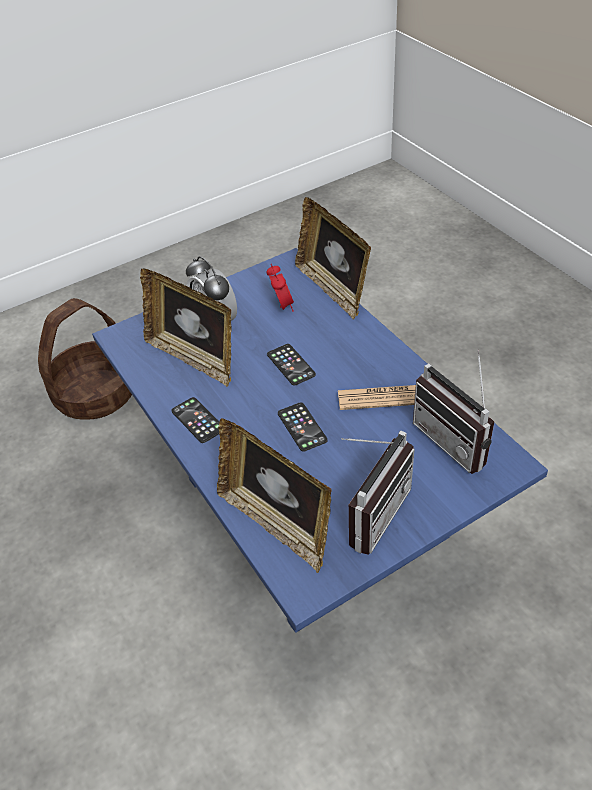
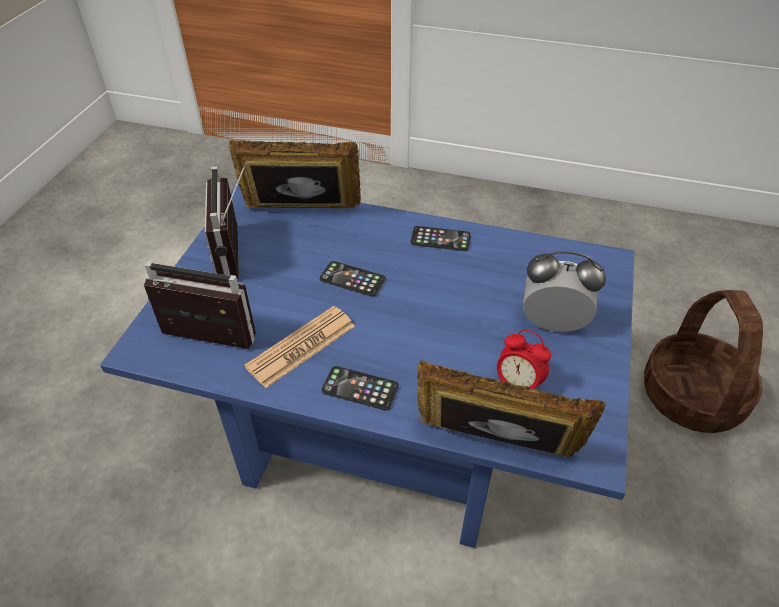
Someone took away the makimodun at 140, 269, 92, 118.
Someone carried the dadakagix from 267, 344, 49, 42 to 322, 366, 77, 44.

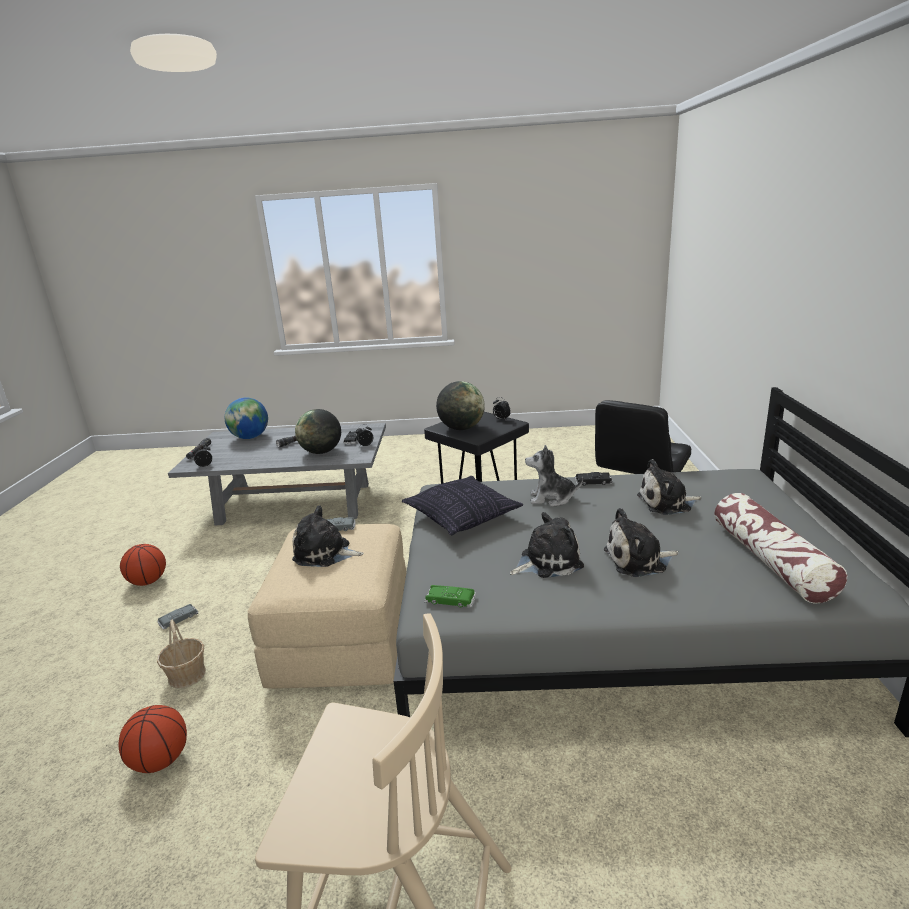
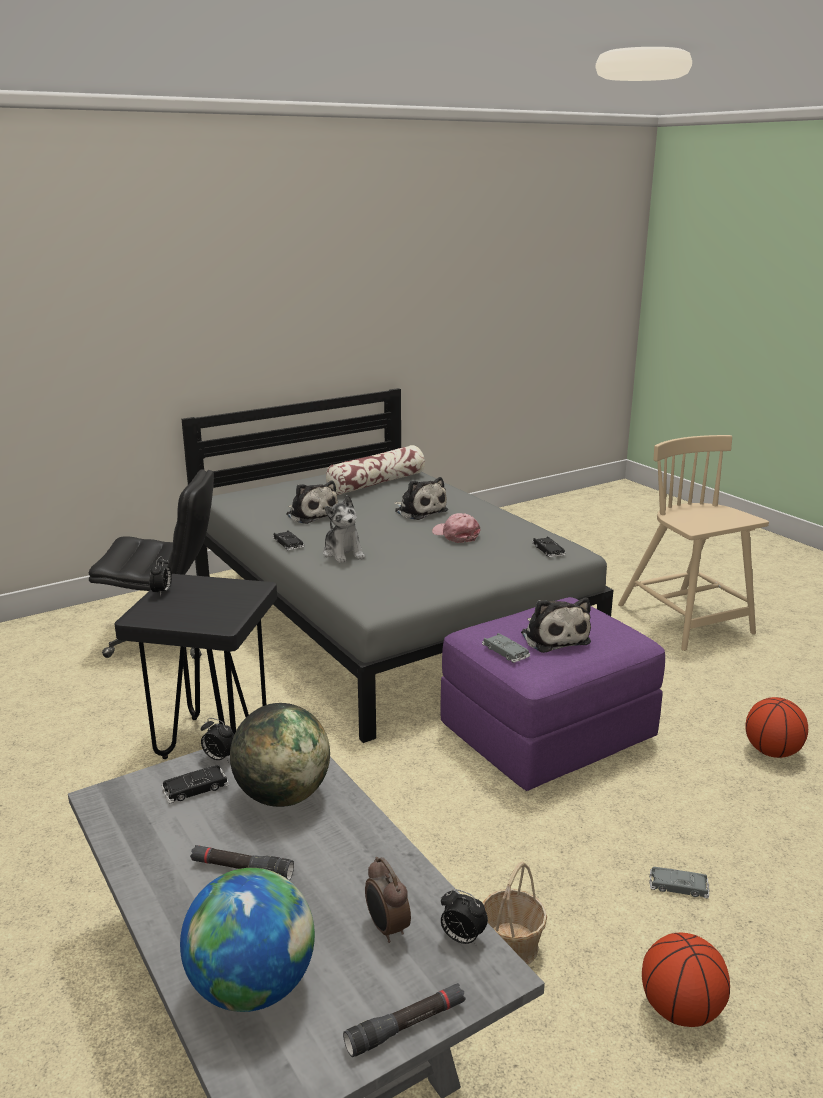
Someone took away the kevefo at 402, 476, 121, 59.
Someone took away the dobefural at 436, 381, 49, 49.
Someone put down the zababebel at 365, 857, 46, 86.
Someone carried the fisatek from 157, 619, 49, 69 to 482, 862, 65, 103.
Someone swapped the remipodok at 510, 512, 74, 66 for the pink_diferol at 432, 513, 48, 30.
Someone repainted the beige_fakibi at 248, 524, 158, 165, which became the purple_fakibi at 441, 597, 224, 194.
Someone repainted the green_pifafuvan at 424, 585, 52, 23, which became the black_pifafuvan at 532, 536, 34, 21.

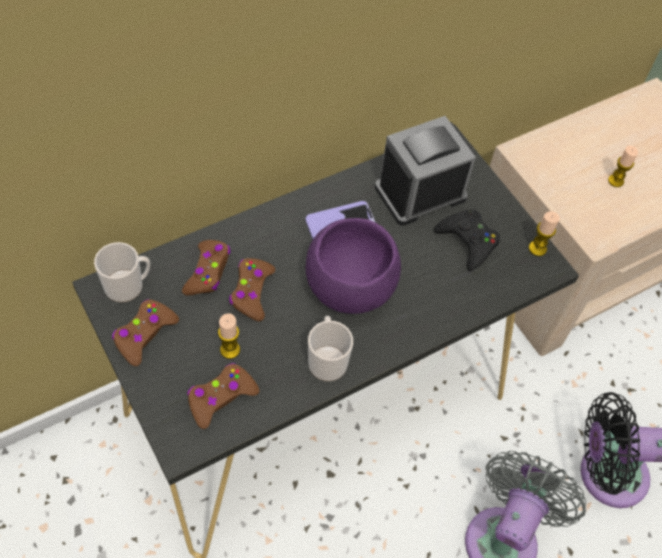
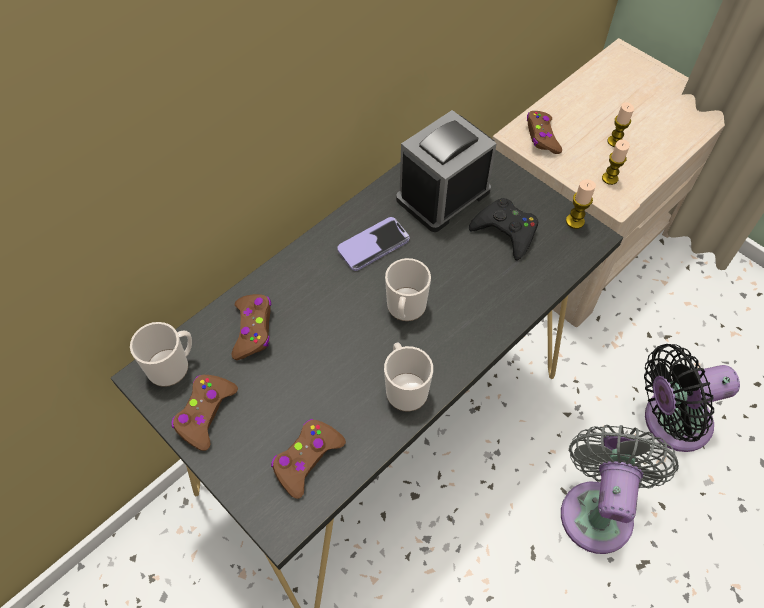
Someone carried the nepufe from 218, 314, 22, 45 to 602, 140, 28, 45.
Someone carried the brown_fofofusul from 229, 258, 46, 63 to 527, 111, 35, 43.
Someone swapped the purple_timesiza at 306, 218, 95, 96 for the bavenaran at 385, 258, 46, 63.

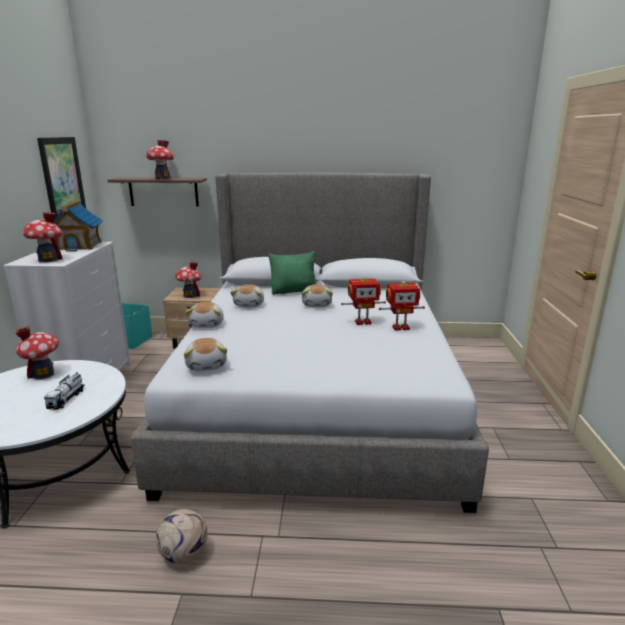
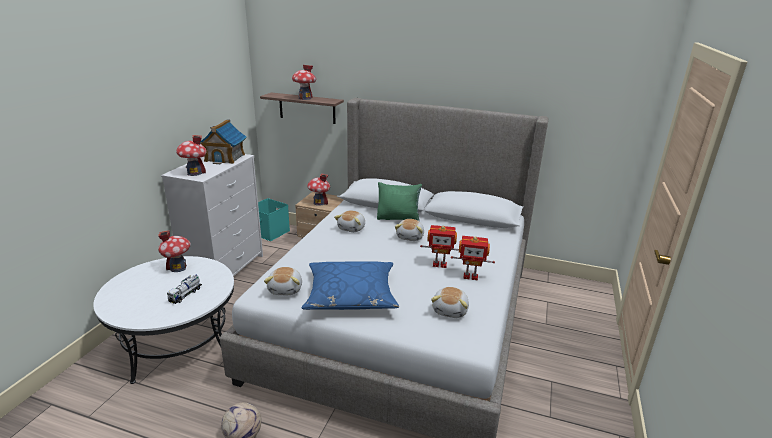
Someone took away the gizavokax at 37, 137, 49, 81.
Someone put down the blue_kevefo at 302, 261, 97, 49.
Someone carried the remipodok from 185, 302, 39, 26 to 431, 287, 38, 31.

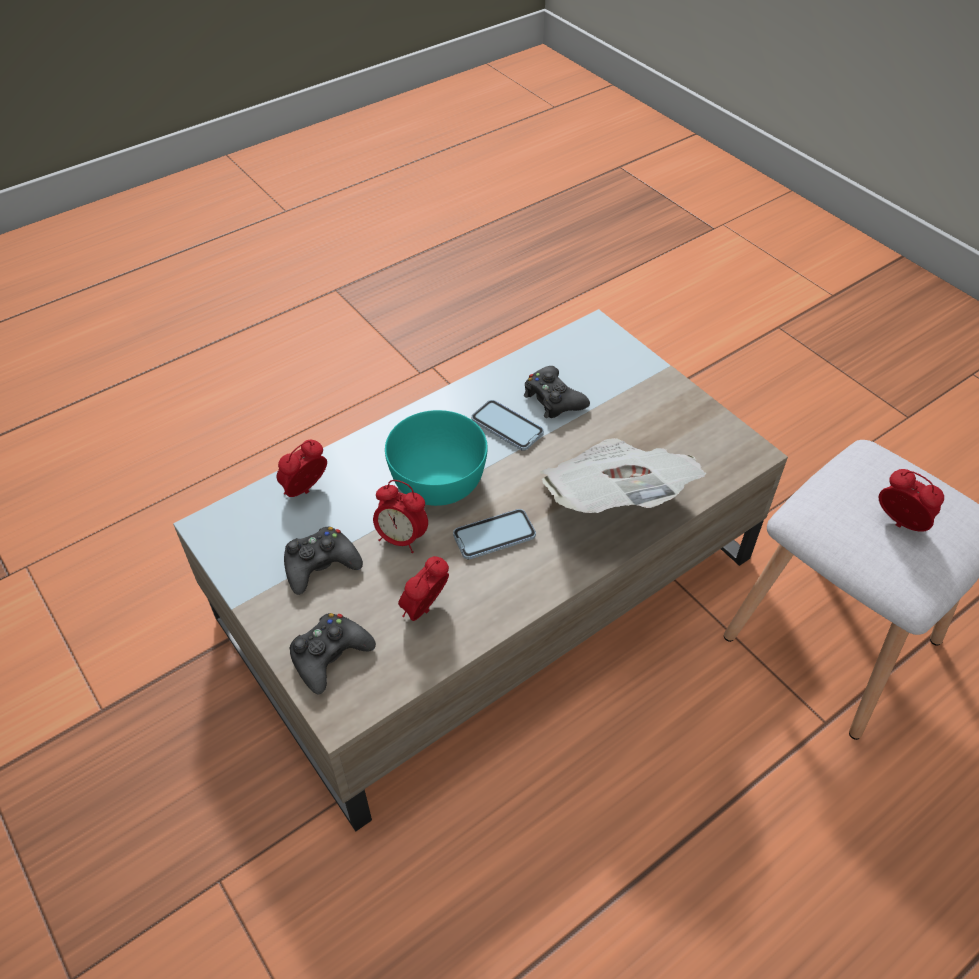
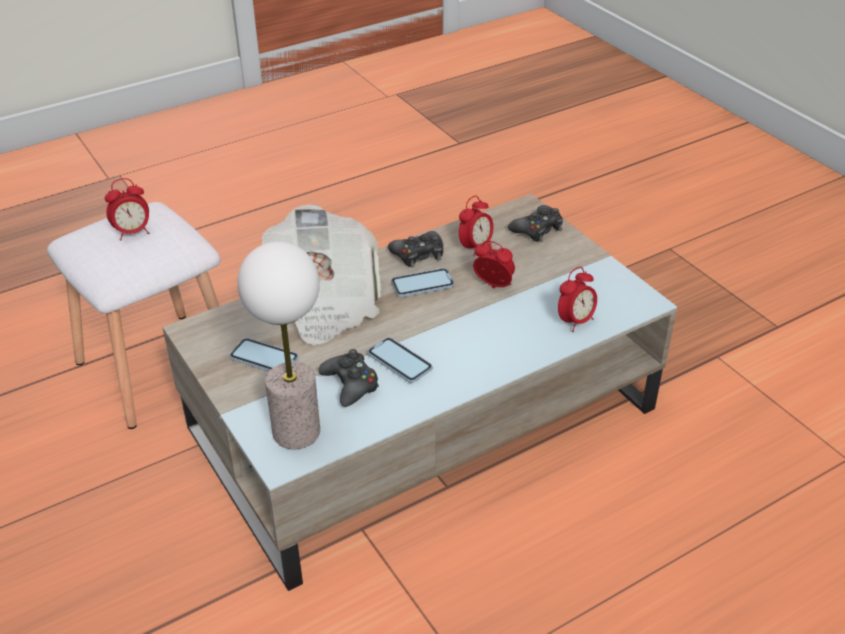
Someone took away the turquoise_timesiza at 385, 410, 103, 96.
Someone put down the dadakagix at 229, 338, 70, 34.
Someone put down the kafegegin at 237, 242, 83, 207.
Someone carried the black_fofofusul from 284, 527, 79, 68 to 388, 231, 55, 37.
Someone rotated the zababebel at 879, 469, 65, 63 by 75 degrees counterclockwise.

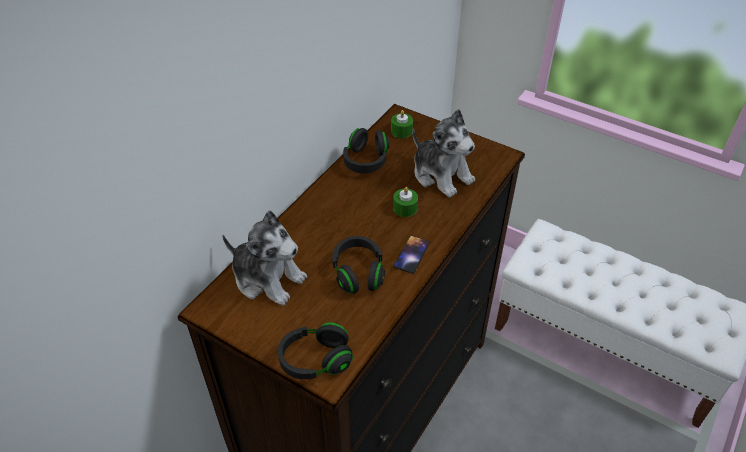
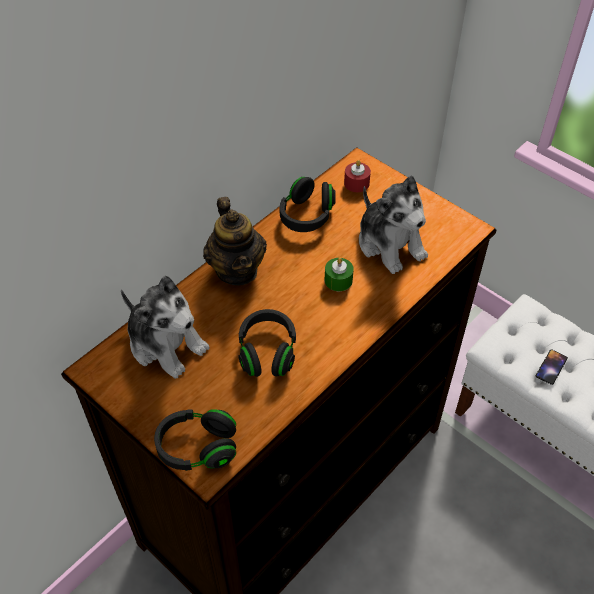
Someone put down the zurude at 203, 197, 64, 89.
Someone carried the dadakagix from 394, 235, 36, 39 to 536, 349, 32, 36.
Someone repainted the green_nepufe at 391, 110, 22, 28, which became the red_nepufe at 344, 160, 27, 32.

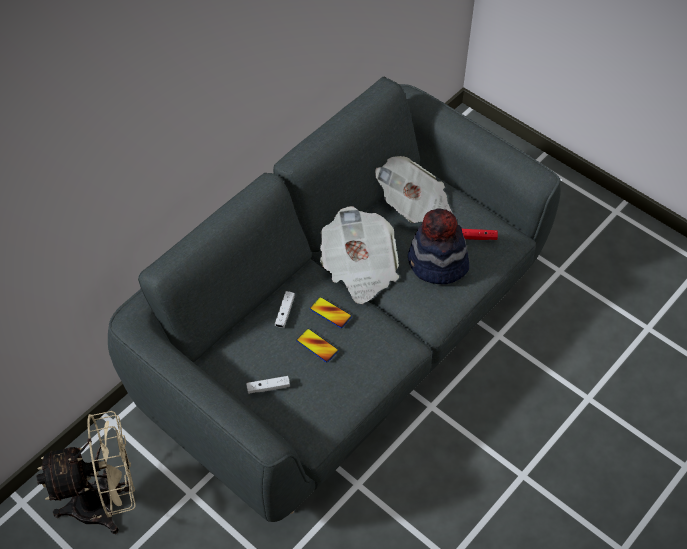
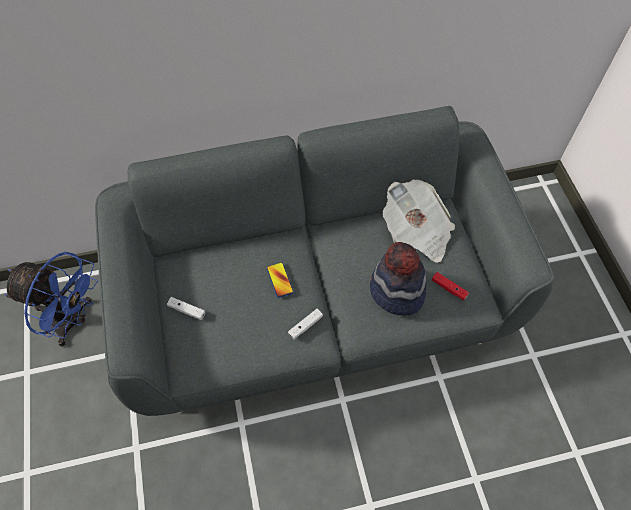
Someone took away the dadakagix at 296, 329, 43, 34.
Someone took away the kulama at 320, 206, 79, 98.
Someone carried the white_fofofusul from 275, 291, 20, 37 to 288, 309, 35, 30.
Someone repainted the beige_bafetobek at 37, 411, 99, 123, which became the blue_bafetobek at 5, 252, 93, 94.

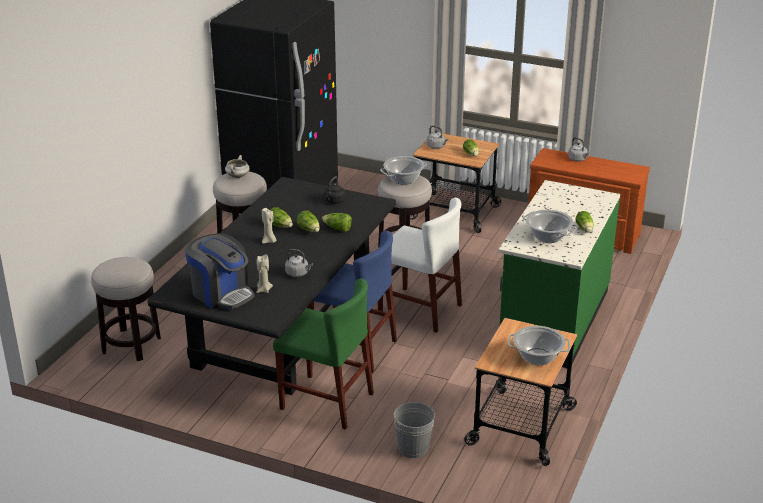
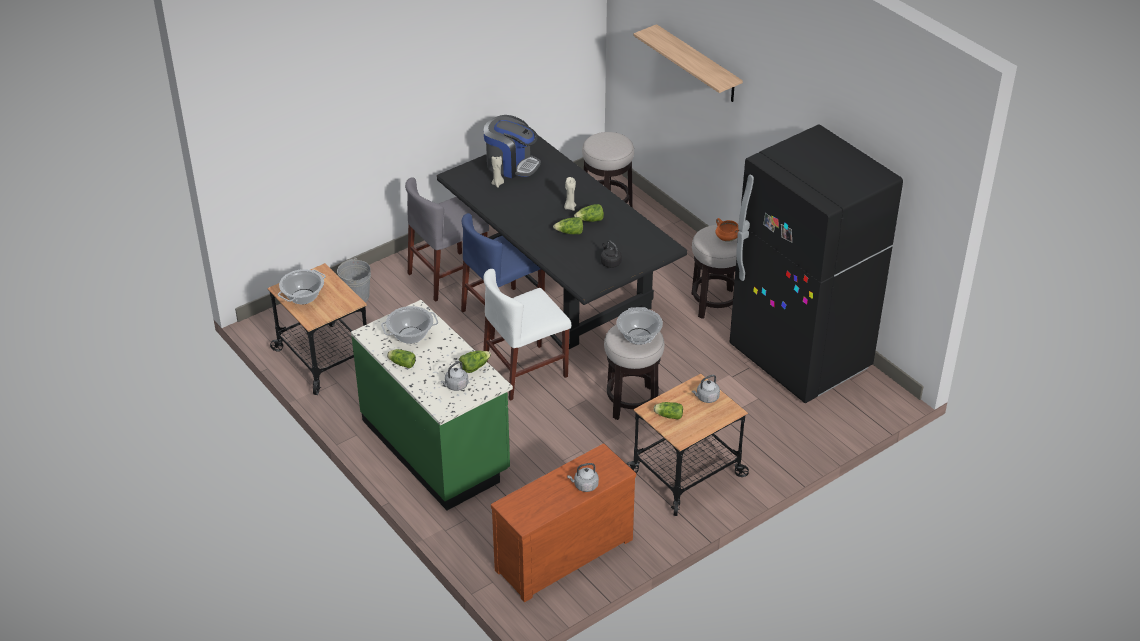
Someone put up the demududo at 633, 24, 110, 78.
Someone carried the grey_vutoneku from 285, 249, 28, 28 to 440, 361, 28, 30.
Someone carried the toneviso from 322, 213, 30, 19 to 459, 351, 32, 22.
Someone repainted the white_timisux at 225, 155, 25, 23, which became the orange_timisux at 715, 218, 24, 24.
Someone repainted the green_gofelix at 273, 278, 101, 152, which became the grey_gofelix at 405, 177, 84, 125.
Someone rotated the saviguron at 185, 233, 69, 76 by 135 degrees counterclockwise.

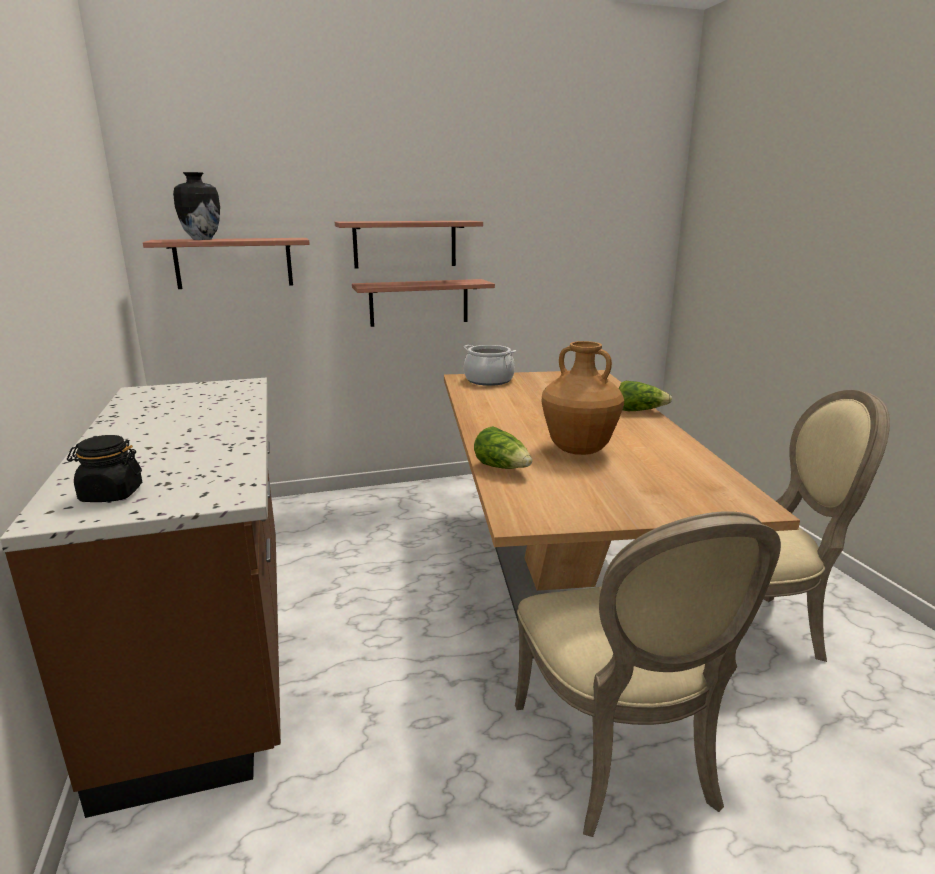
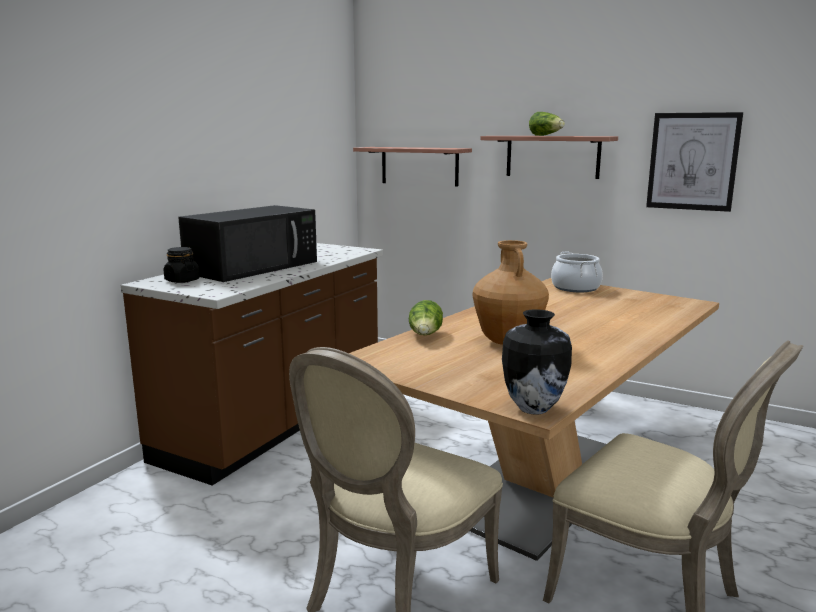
Someone took away the demududo at 352, 279, 143, 48.
Someone put down the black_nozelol at 178, 205, 139, 77.
Someone put up the gizavokax at 646, 112, 97, 100.
Someone carried the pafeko from 173, 172, 47, 68 to 502, 309, 70, 106.
Someone carried the toneviso from 619, 380, 53, 31 to 529, 112, 36, 24.

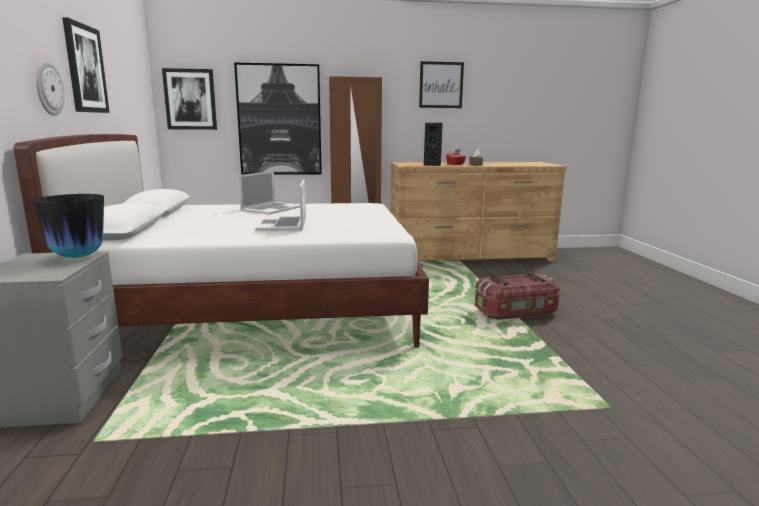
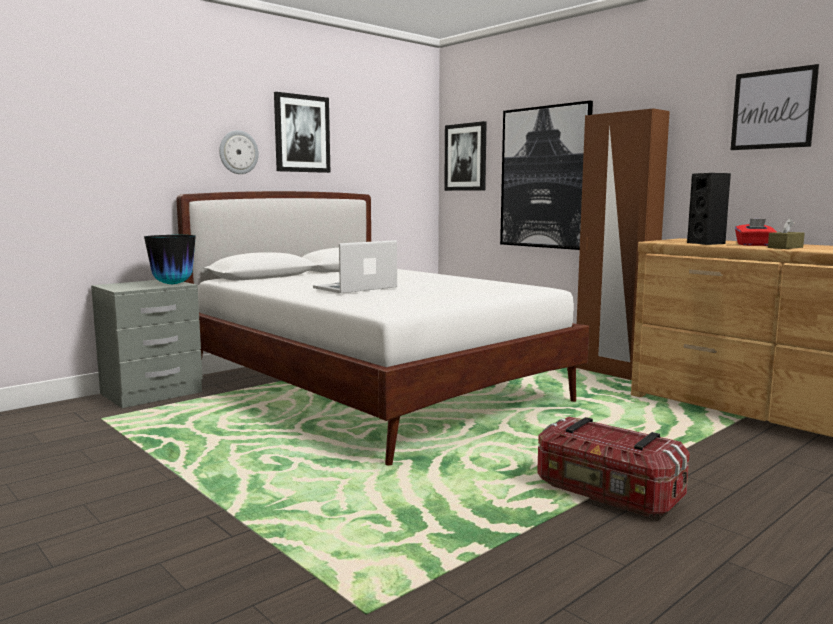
Someone took away the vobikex at 238, 171, 62, 43.

